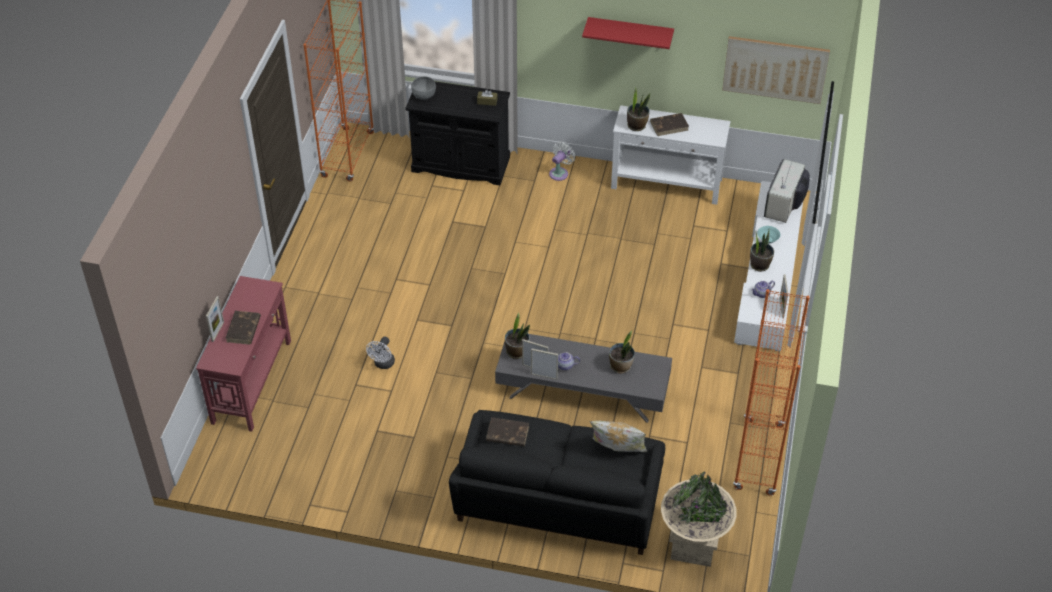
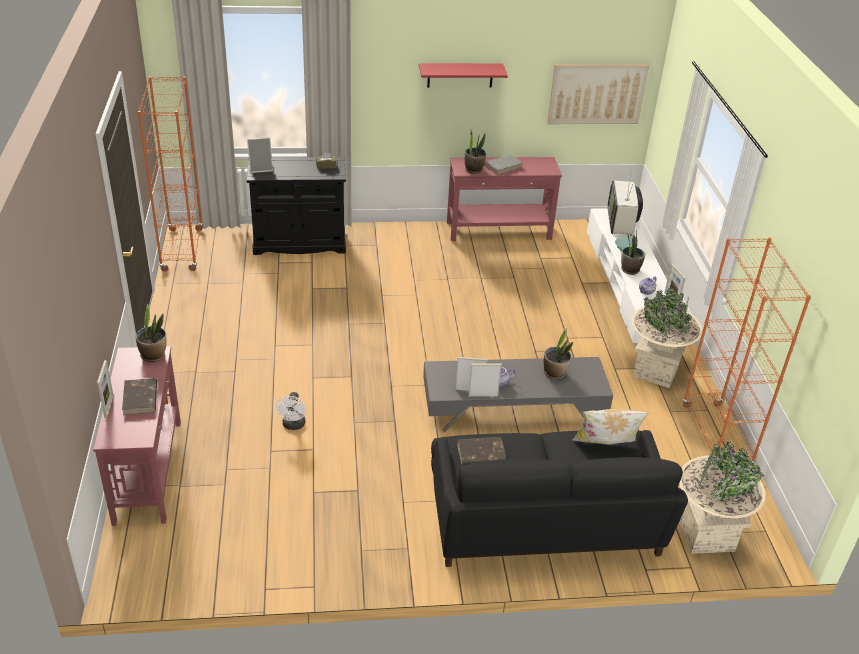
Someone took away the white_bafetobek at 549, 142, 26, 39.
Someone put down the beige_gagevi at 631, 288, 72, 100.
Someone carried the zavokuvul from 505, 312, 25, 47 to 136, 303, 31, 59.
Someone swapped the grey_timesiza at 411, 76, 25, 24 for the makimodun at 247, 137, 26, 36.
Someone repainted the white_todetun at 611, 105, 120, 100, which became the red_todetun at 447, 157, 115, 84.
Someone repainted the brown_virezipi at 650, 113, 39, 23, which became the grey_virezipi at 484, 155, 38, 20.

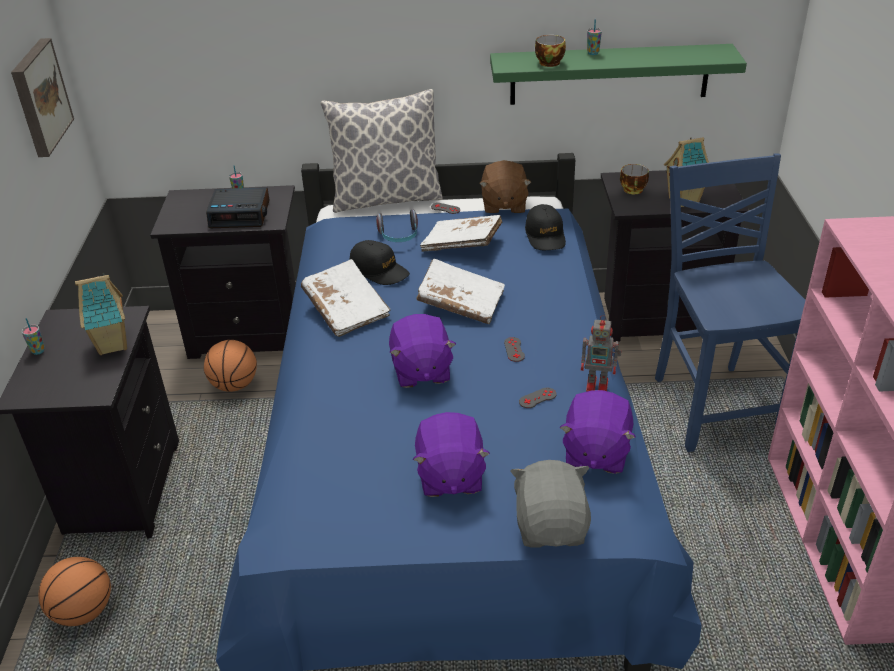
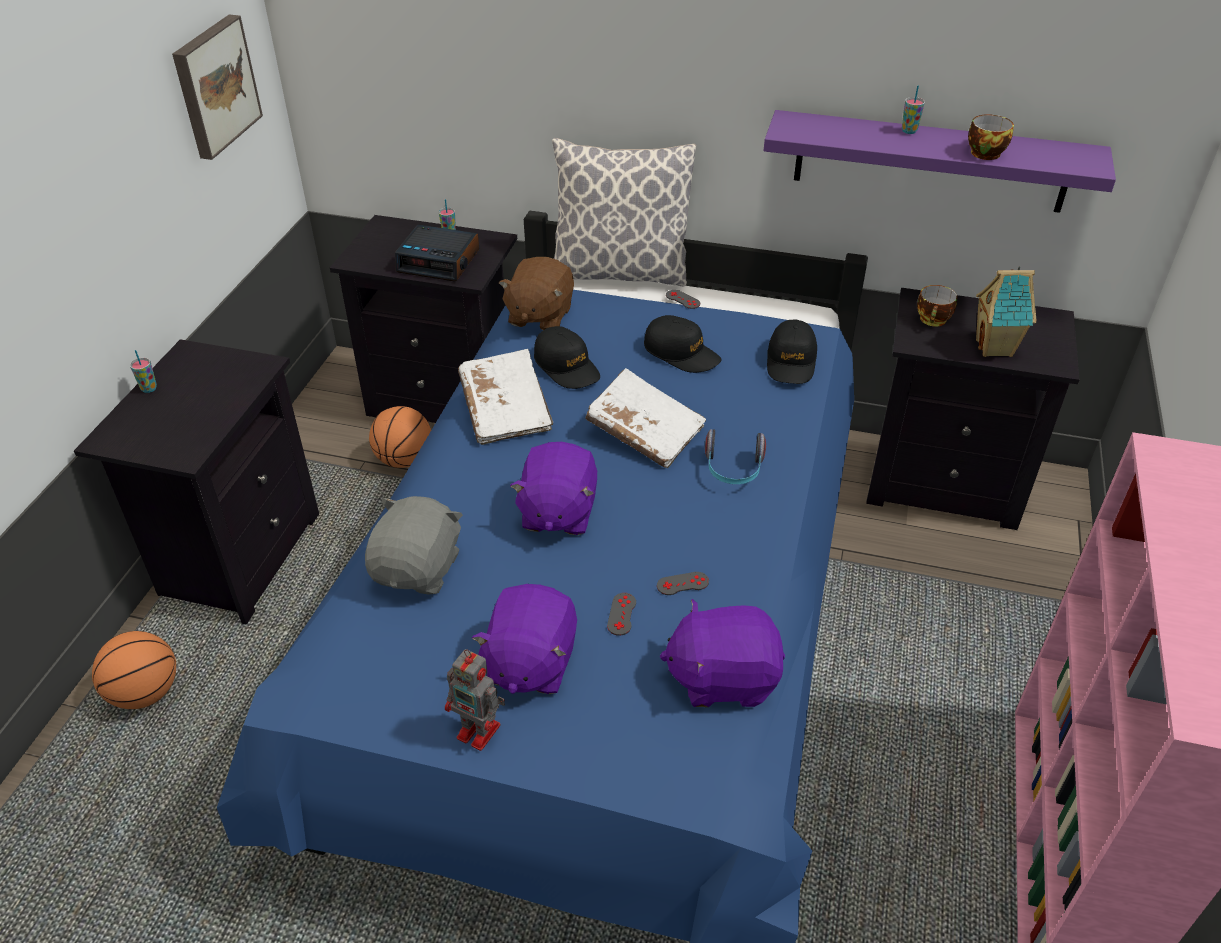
Someone took away the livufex at 75, 273, 52, 82.
Someone took away the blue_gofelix at 655, 154, 150, 298.
Someone carried the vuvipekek from 376, 210, 42, 32 to 705, 429, 61, 55.
Someone carried the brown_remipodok from 479, 160, 53, 53 to 499, 257, 75, 73.
Someone carried the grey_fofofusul from 504, 337, 21, 25 to 607, 593, 29, 43.
Someone carried the grey_remipodok from 511, 460, 80, 88 to 365, 496, 98, 98.
Someone carried the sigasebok from 535, 35, 31, 32 to 968, 114, 46, 46.
Someone carried the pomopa from 581, 315, 41, 77 to 445, 649, 60, 102.
Someone swapped the white_virezipi at 420, 215, 82, 36 for the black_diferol at 644, 315, 78, 58.
Someone repainted the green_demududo at 490, 44, 257, 61, which became the purple_demududo at 764, 110, 352, 103.
Someone rotated the purple_remipodok at 560, 390, 76, 84 by 60 degrees clockwise.

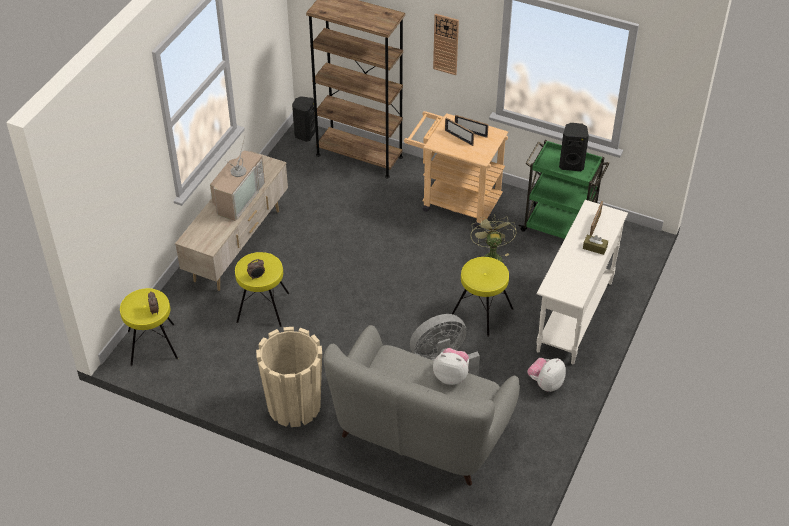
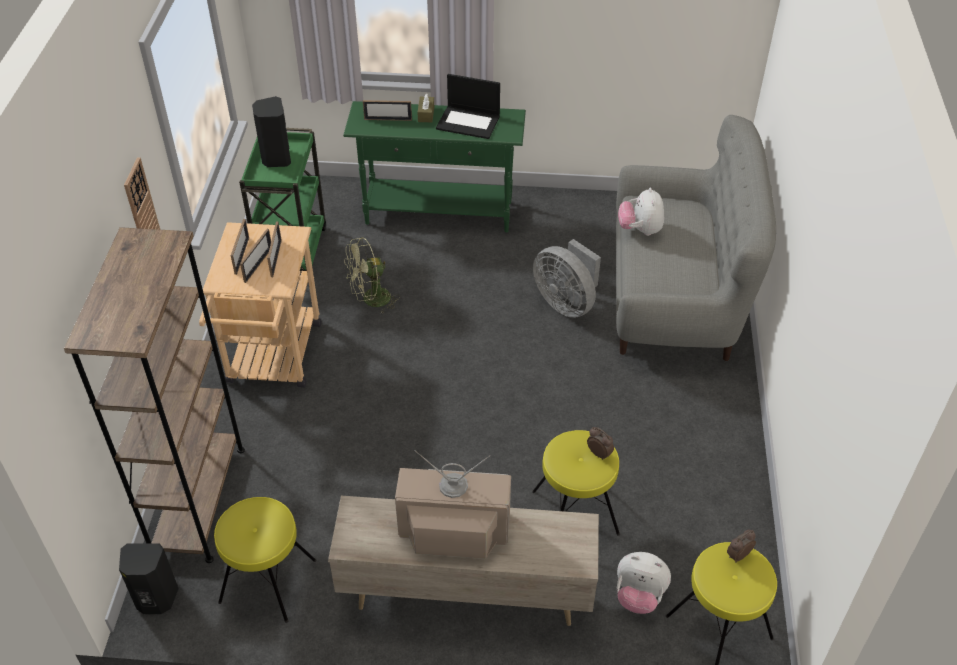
Someone took away the beige_gagevi at 256, 327, 66, 100.
Someone put down the makimodun at 267, 221, 15, 56.
Someone put down the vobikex at 436, 74, 64, 65.
Someone carried the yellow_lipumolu from 452, 257, 62, 80 to 214, 497, 102, 126.
Someone carried the remipodok from 527, 358, 39, 34 to 617, 552, 54, 62.
Someone repainted the white_todetun at 536, 200, 92, 164, which became the green_todetun at 343, 101, 183, 131.

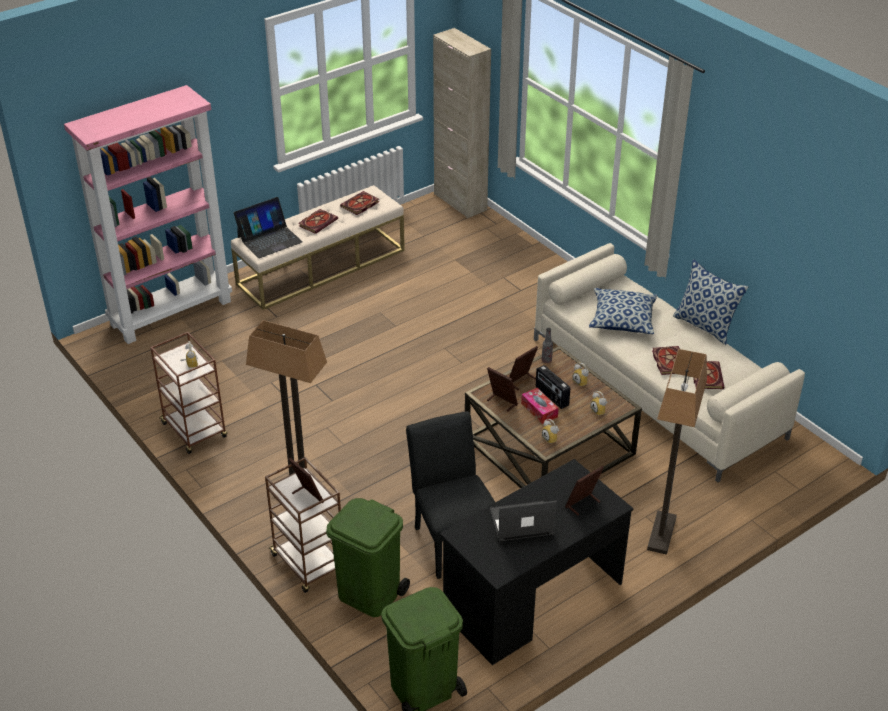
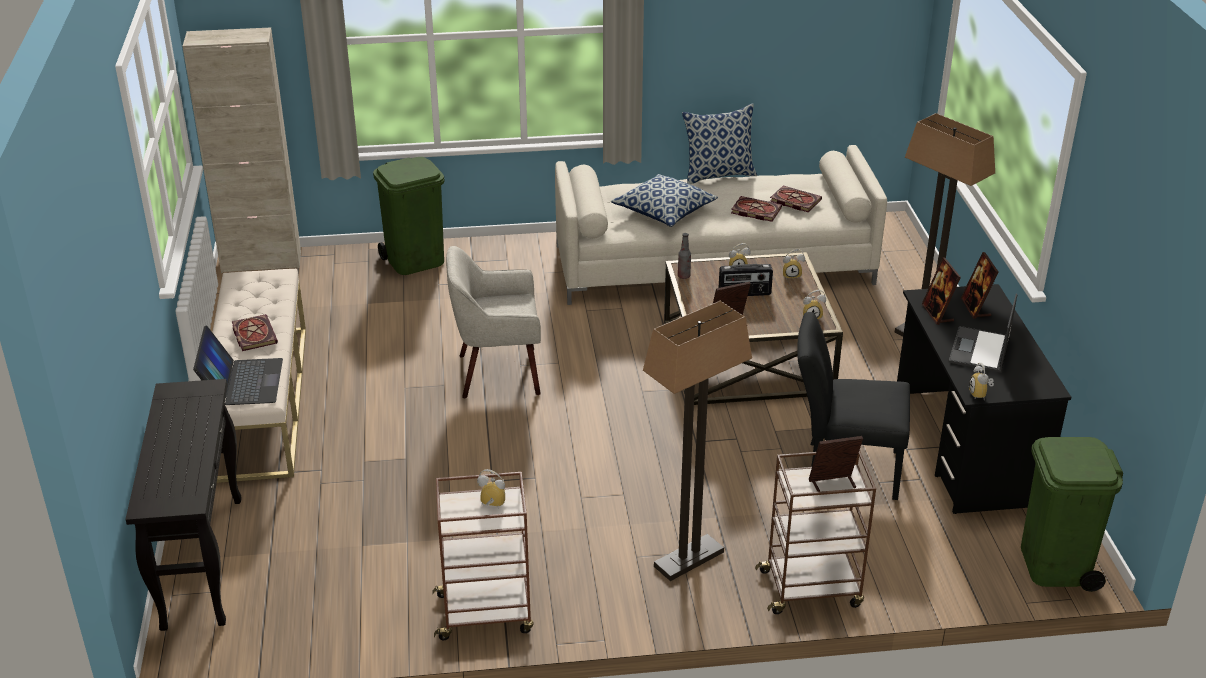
Someone took away the virezipi at 340, 191, 40, 24.
Someone took away the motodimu at 521, 388, 38, 36.
Someone put down the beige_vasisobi at 446, 246, 95, 152.
Someone put down the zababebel at 969, 363, 25, 37.
Someone carried the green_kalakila from 326, 498, 84, 119 to 373, 157, 71, 118.
Someone carried the makimodun from 509, 346, 29, 44 to 922, 257, 39, 68.
Someone swapped the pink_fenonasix at 64, 85, 168, 259 for the black_todetun at 125, 379, 117, 252.

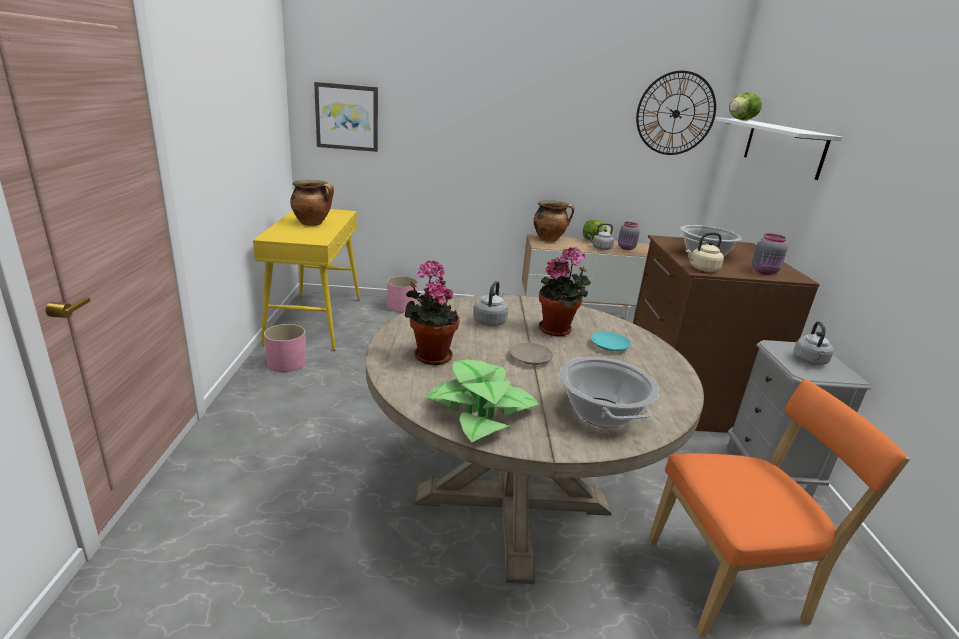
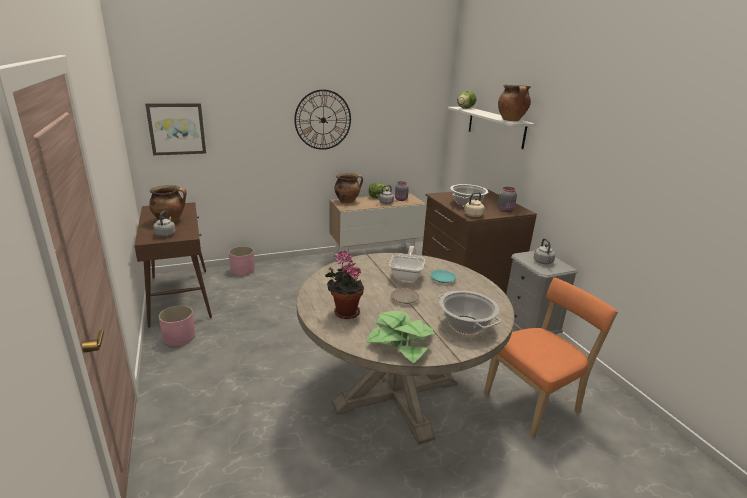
Someone put down the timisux at 498, 85, 33, 36.
Someone carried the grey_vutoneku from 473, 281, 35, 45 to 153, 211, 23, 26.
Someone carried the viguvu from 636, 71, 80, 84 to 294, 90, 57, 60.
Someone swapped the zavokuvul at 539, 247, 52, 90 for the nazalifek at 389, 246, 36, 35.
Someone repainted the yellow_todetun at 253, 209, 107, 141, which became the brown_todetun at 134, 202, 78, 126.

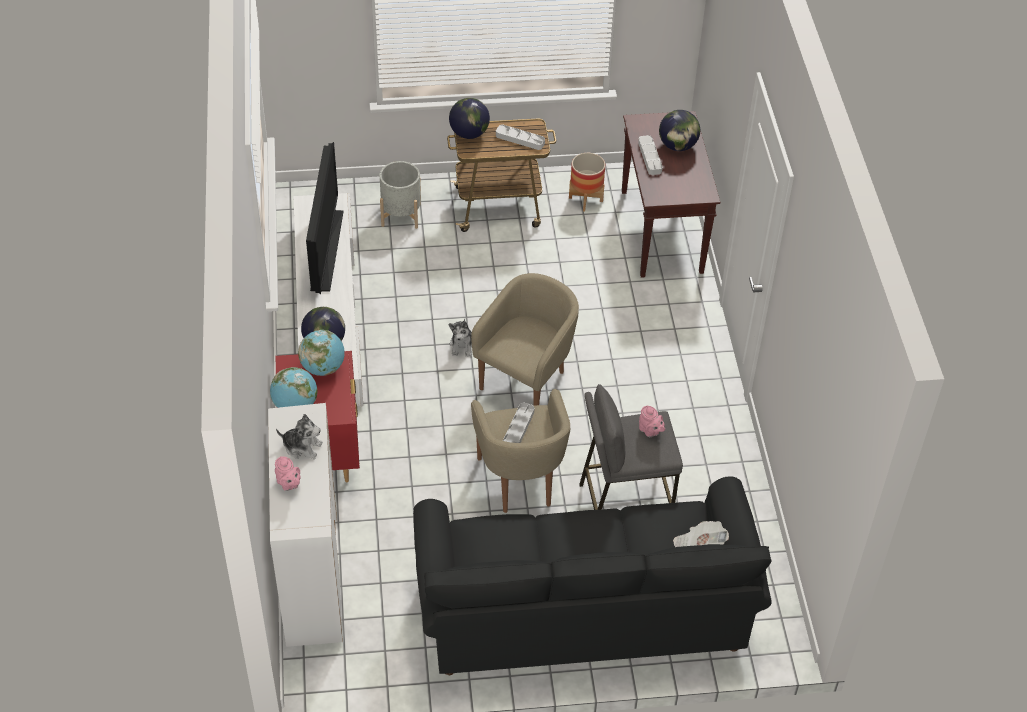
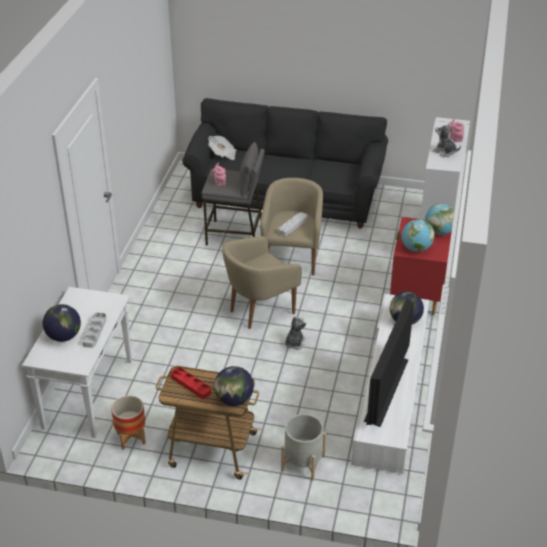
Someone repainted the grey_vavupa at 496, 124, 49, 26, which became the red_vavupa at 171, 367, 40, 32.
Someone repainted the brown_todetun at 622, 111, 98, 167, which became the white_todetun at 22, 287, 110, 151.

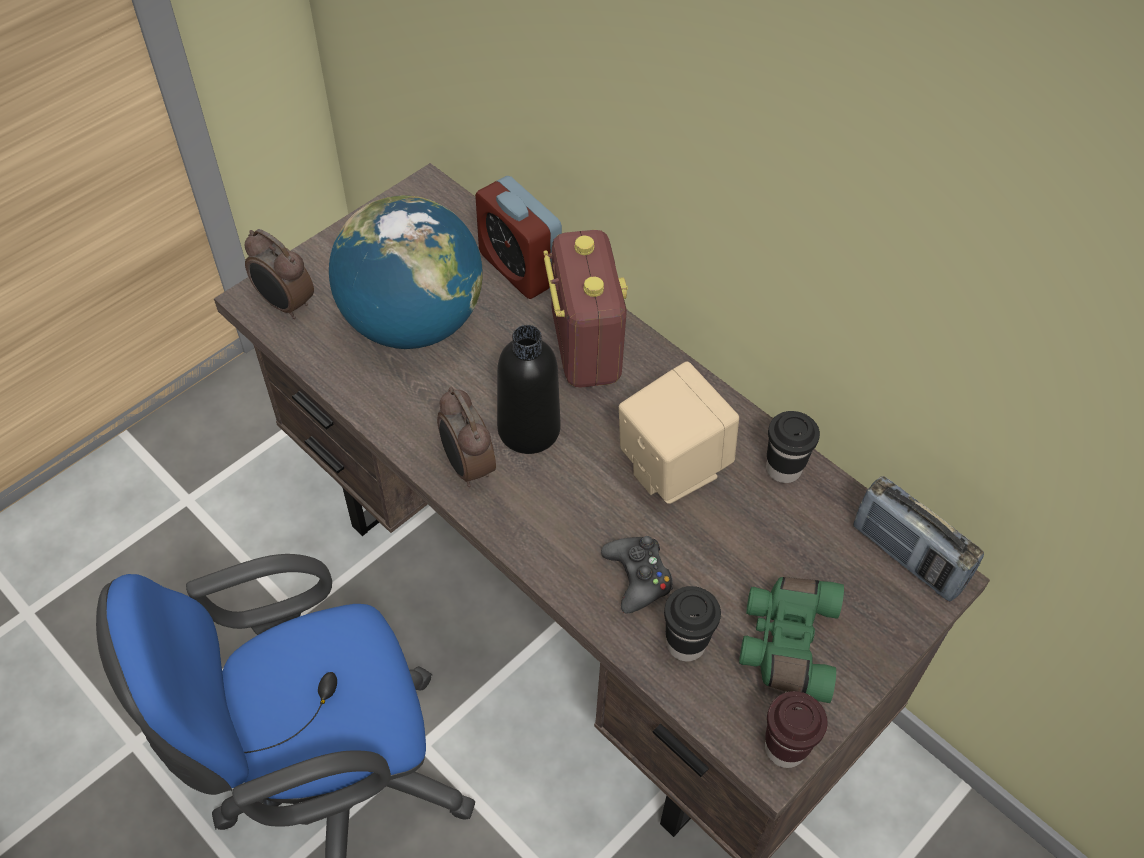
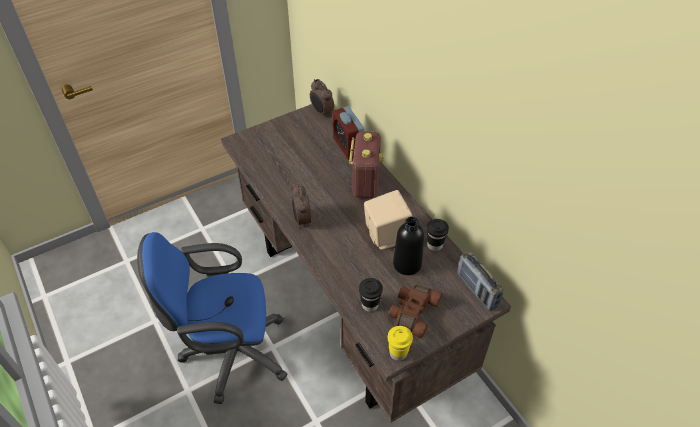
Someone took away the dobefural at 329, 195, 154, 154.
Someone took away the black_fofofusul at 601, 536, 72, 78.
Someone carried the zababebel from 245, 229, 69, 90 to 310, 79, 24, 39.
Someone carried the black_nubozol from 497, 325, 63, 129 to 393, 217, 31, 58.
Someone repainted the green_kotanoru at 739, 577, 105, 126, which became the brown_kotanoru at 389, 285, 53, 54.
Someone repainted the brown_sigasebok at 765, 691, 62, 77, which became the yellow_sigasebok at 388, 326, 25, 35.

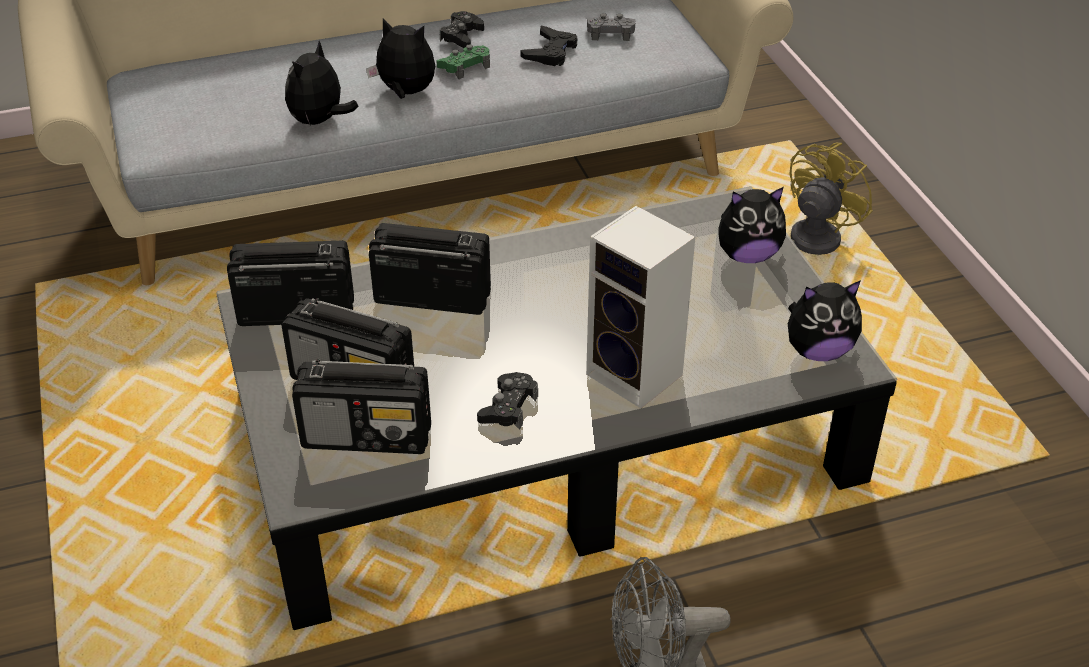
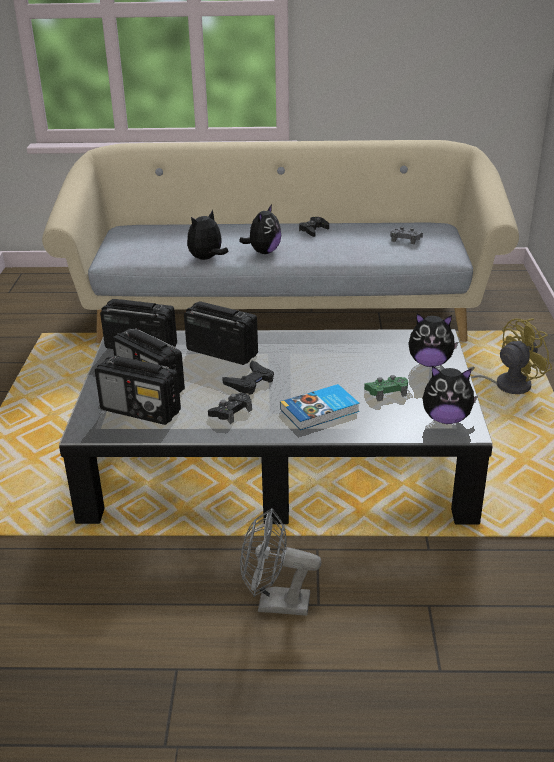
Someone carried the green_fofofusul from 436, 45, 54, 34 to 364, 375, 44, 26.
Someone carried the black_fofofusul from 521, 26, 57, 40 to 222, 361, 52, 34.
Someone swapped the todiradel at 586, 206, 109, 202 for the virezipi at 280, 384, 80, 46.
Someone rotated the remipodok at 366, 18, 69, 81 by 75 degrees clockwise.

